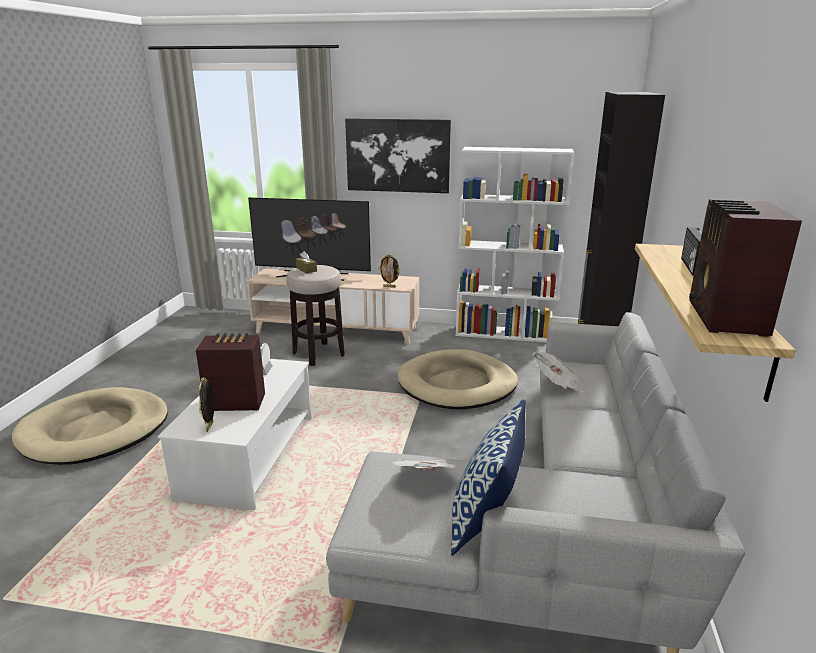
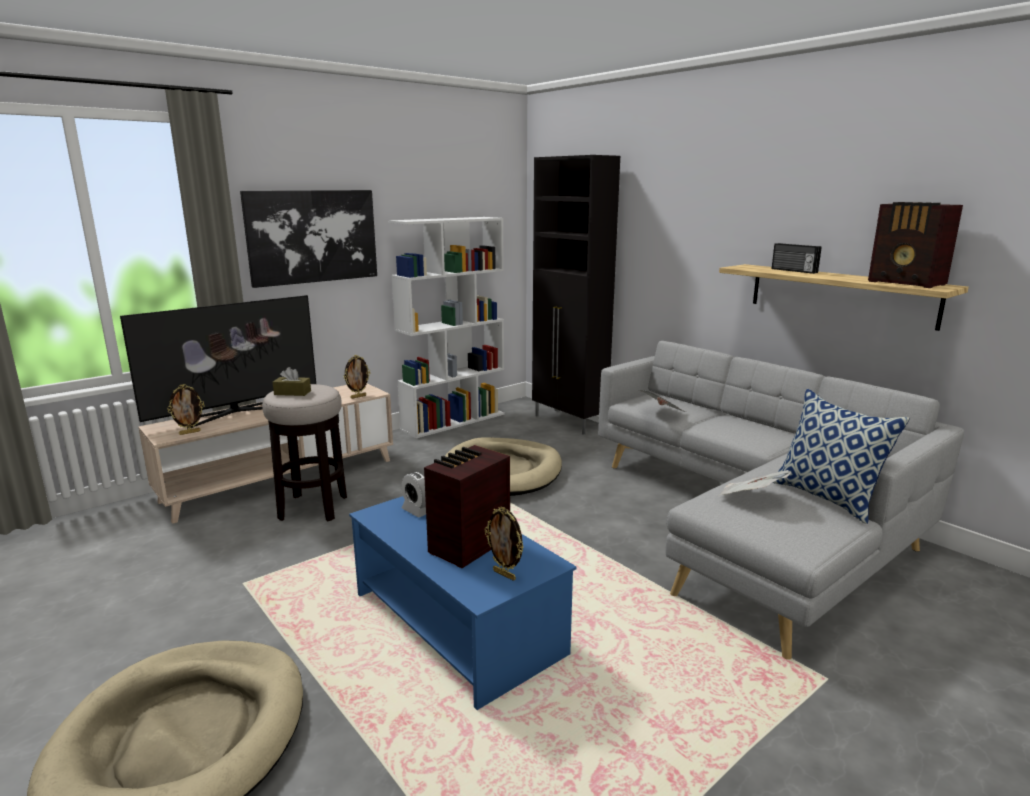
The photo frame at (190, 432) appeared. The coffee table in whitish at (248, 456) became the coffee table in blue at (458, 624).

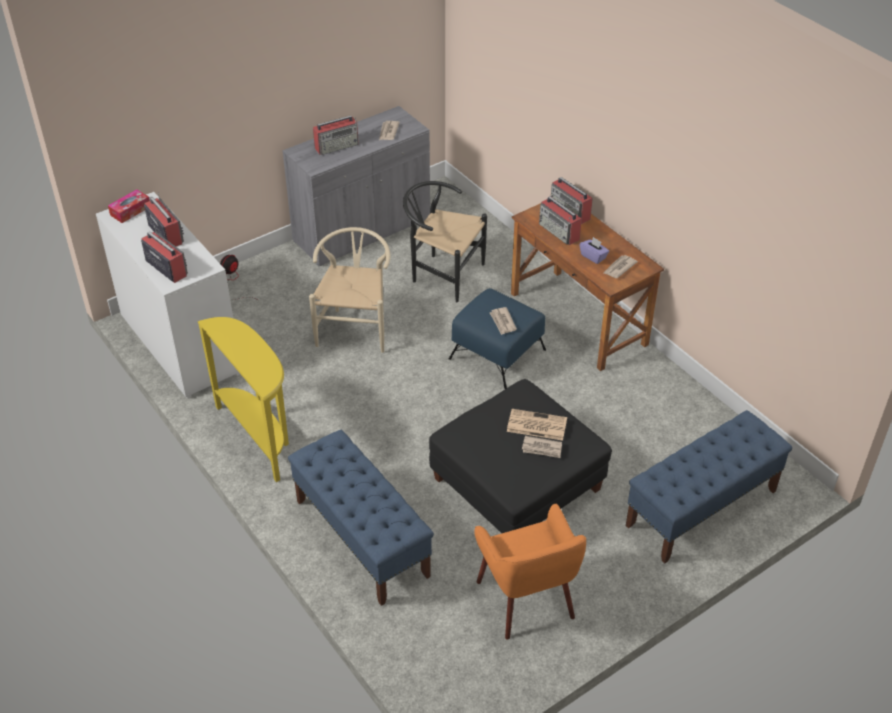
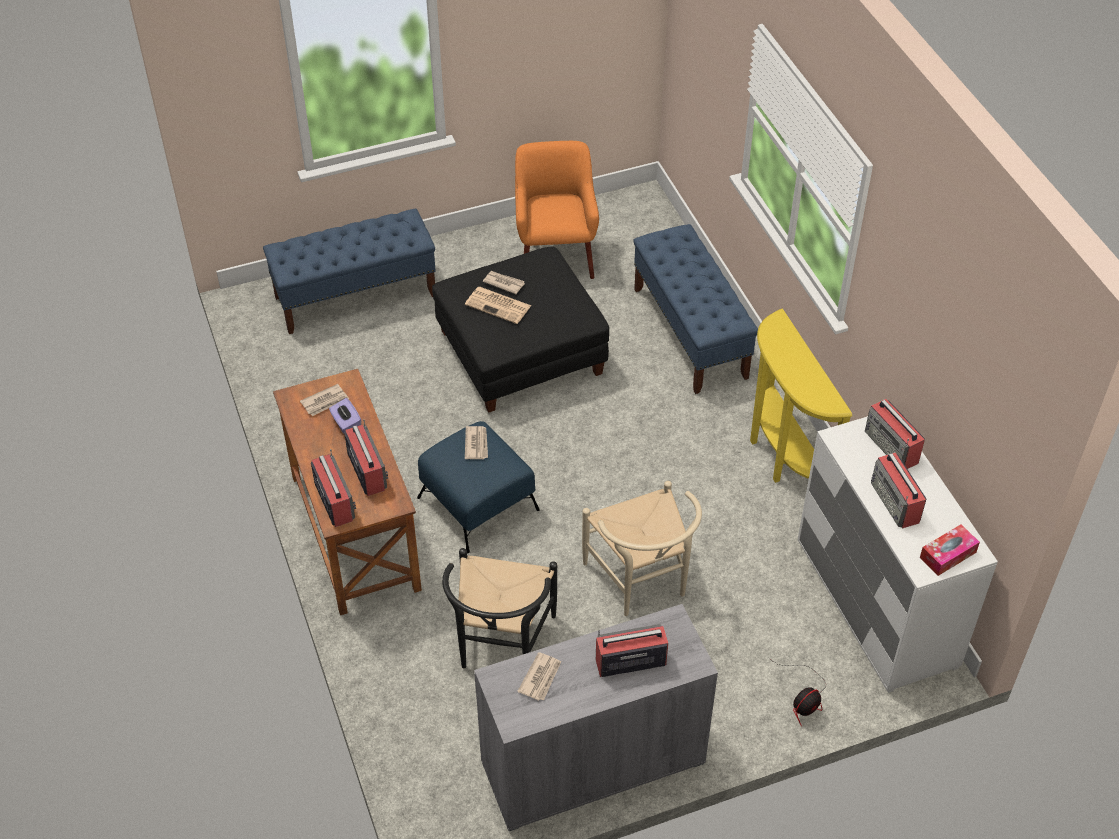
The plain chair in beige-coloured at (355, 326) turned 45 degrees counterclockwise. The plain chair in blackish at (442, 274) turned 60 degrees clockwise.

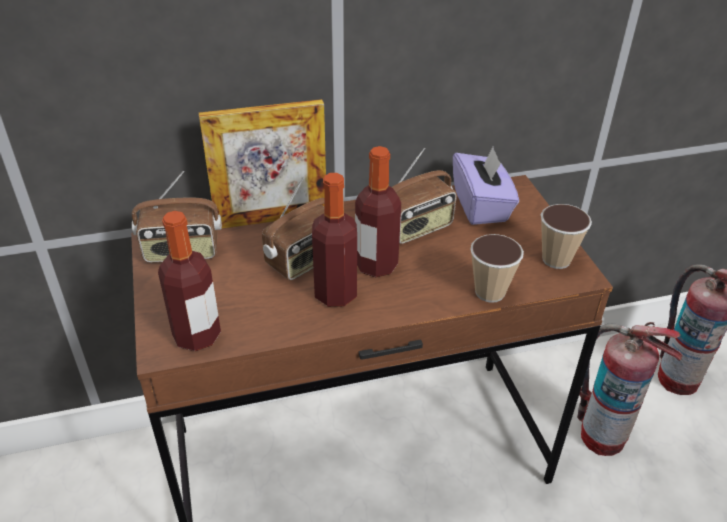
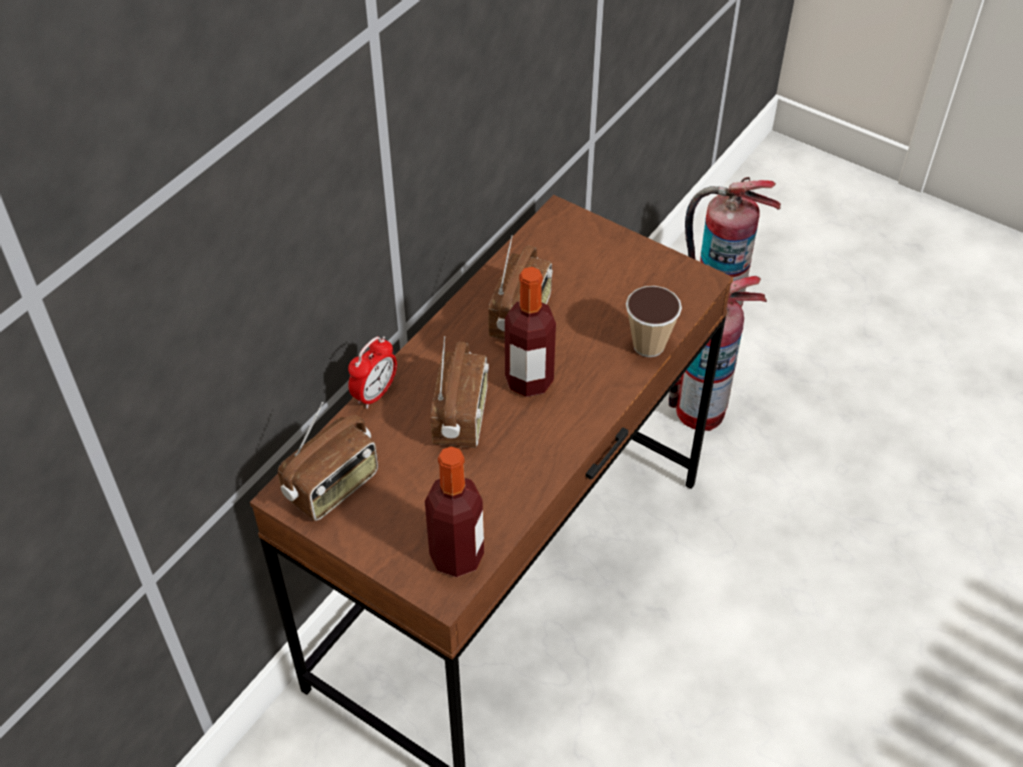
The drink bottle at (335, 294) disappeared. The tissue holder in purplish at (481, 206) disappeared. The small cup at (556, 259) disappeared. The photo frame at (271, 219) was replaced by the bedside clock at (375, 394).

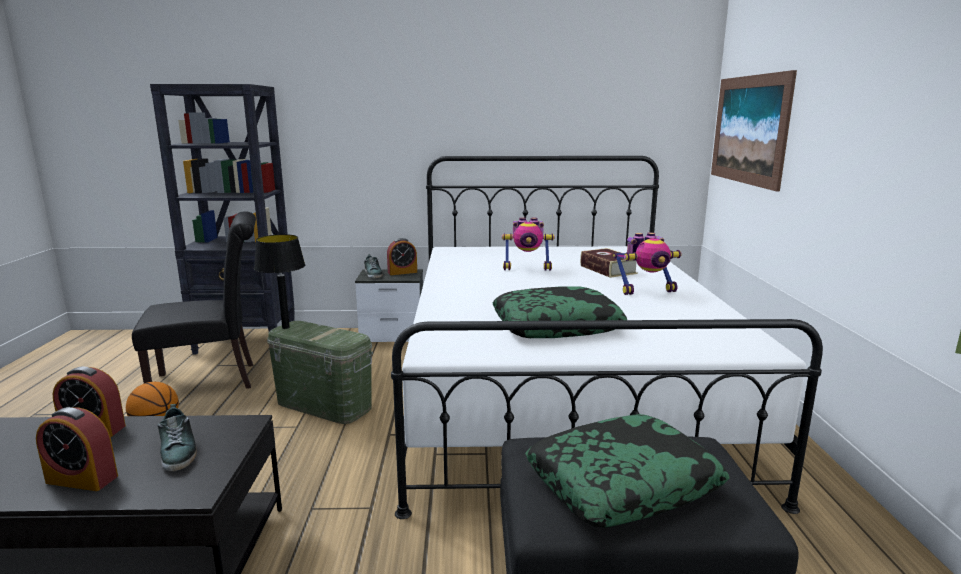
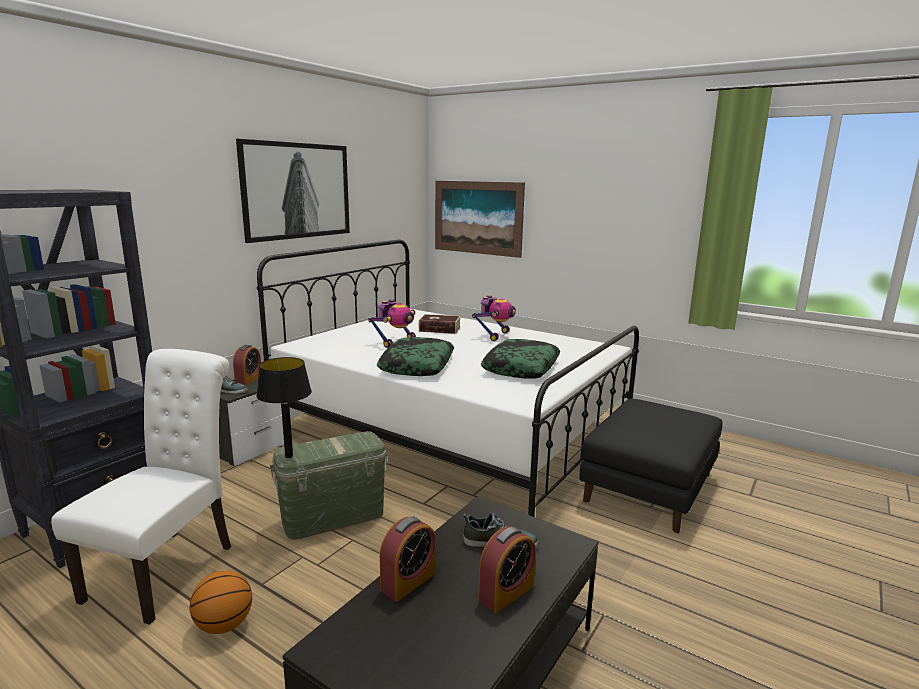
The wall picture at (298, 191) appeared. The pillow moved from (622, 483) to (417, 365). The plain chair in blackish at (212, 380) became the plain chair in whitish at (168, 567).

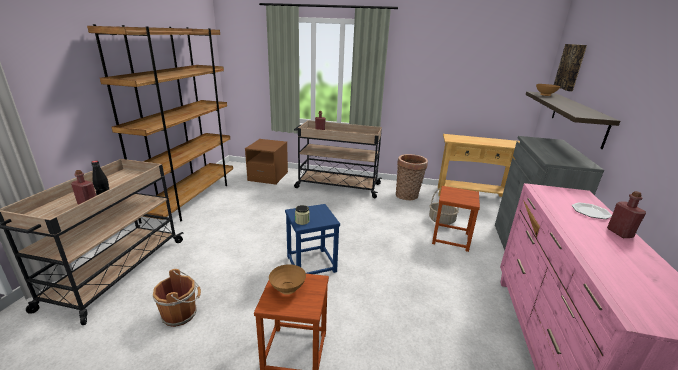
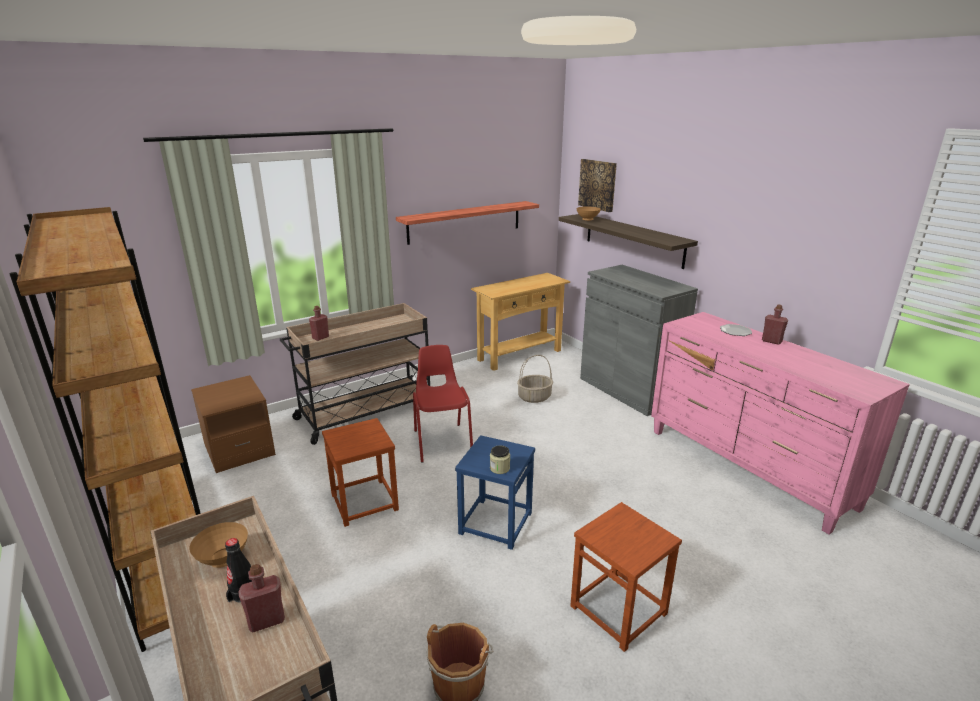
The storage basket at (408, 196) disappeared. The shelf at (465, 222) appeared. The plain chair in red-coloured at (442, 442) appeared. The bowl in brown-coloured moved from (287, 290) to (223, 560). The sitting stool in brown-coloured moved from (451, 238) to (365, 502).

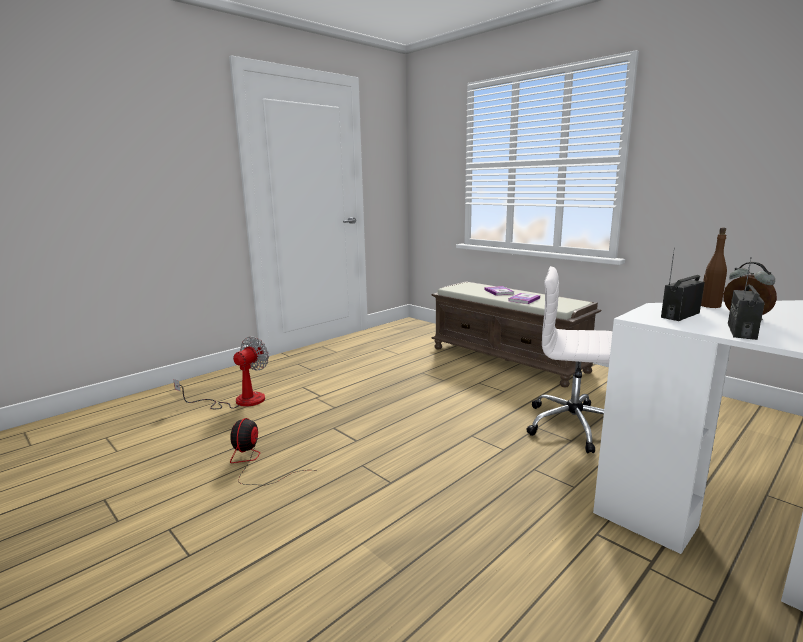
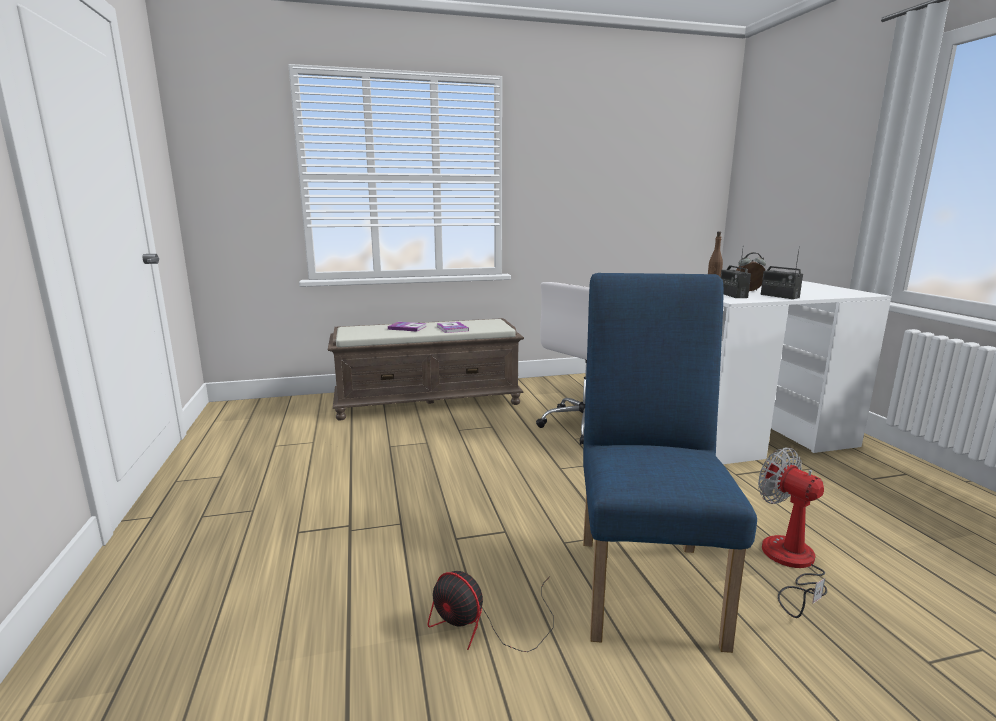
The plain chair in blue at (646, 579) appeared. The cooling fan moved from (238, 401) to (790, 564).

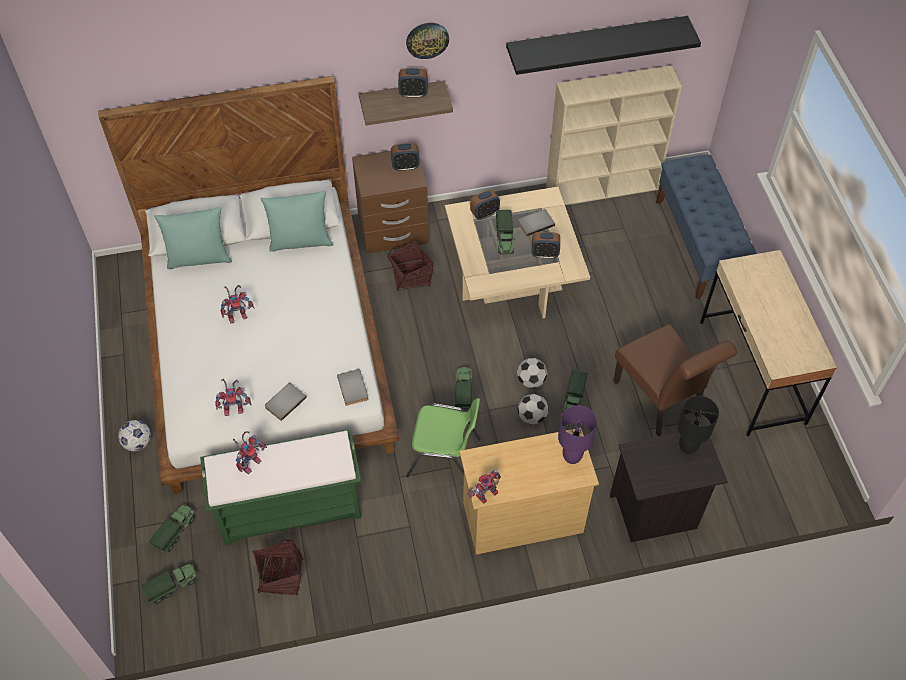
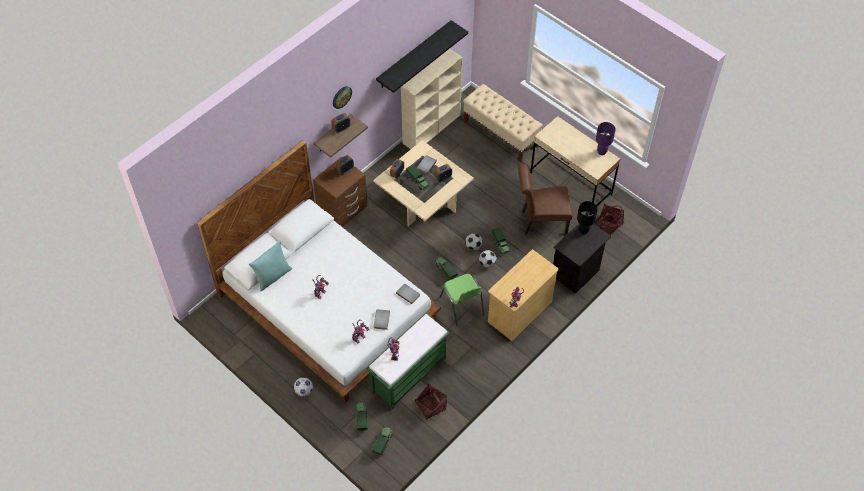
The pillow in blue-green at (300, 241) disappeared. The storage basket moved from (411, 276) to (608, 224). The lamp for a table in purplish moved from (572, 456) to (601, 151). The bench in blue at (698, 245) became the bench in beige-coloured at (501, 134). The plain chair in greenish at (445, 457) turned 90 degrees clockwise. The plain chair in brown-coloured at (660, 402) turned 150 degrees clockwise.

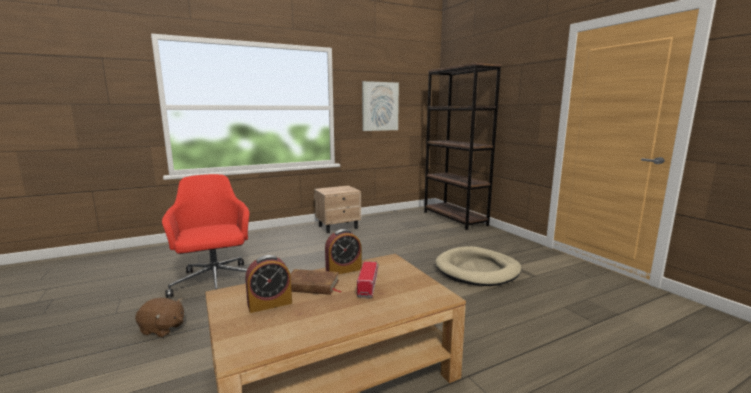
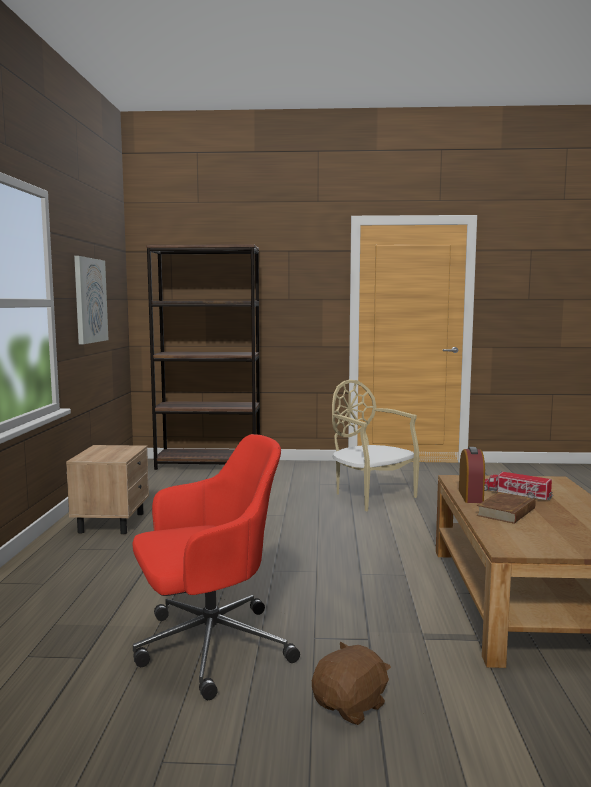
The bedside clock at (270, 304) disappeared. The dog bed in beige-coloured at (477, 270) was replaced by the plain chair in beige-coloured at (371, 496). The office chair in red-coloured at (215, 282) turned 150 degrees clockwise.

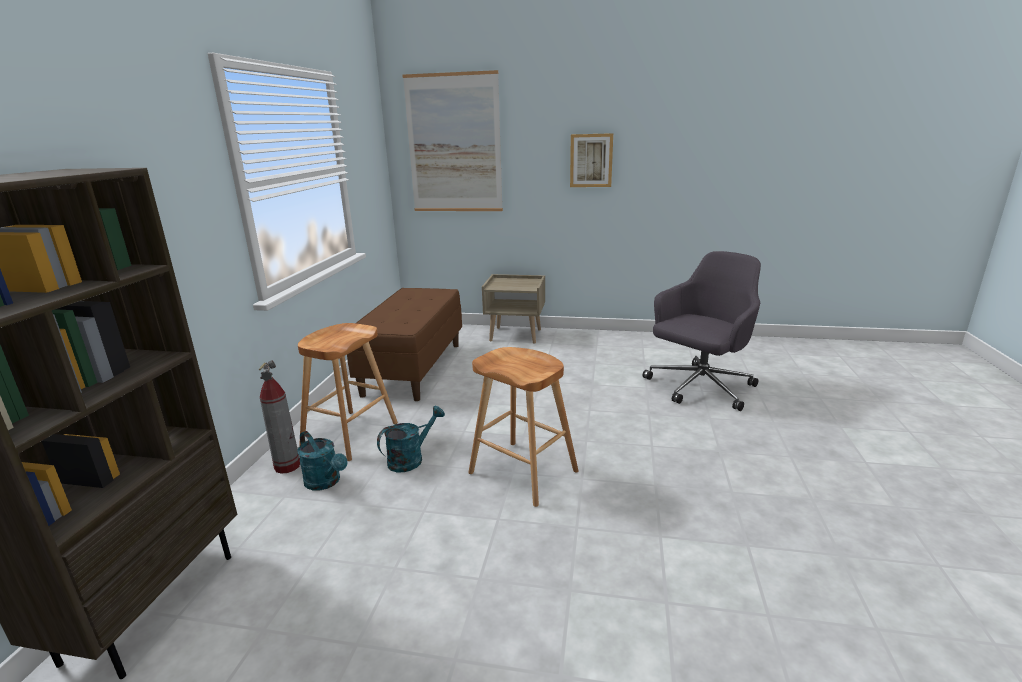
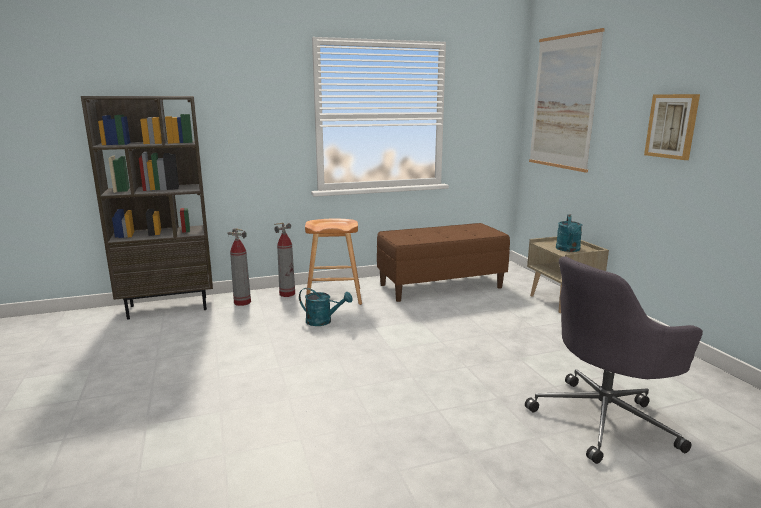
The sitting stool in brown-coloured at (522, 472) disappeared. The fire-fighting cylinder at (242, 302) appeared. The watering can in blue-green moved from (326, 482) to (568, 250). The office chair in greyish at (699, 387) turned 135 degrees clockwise.

